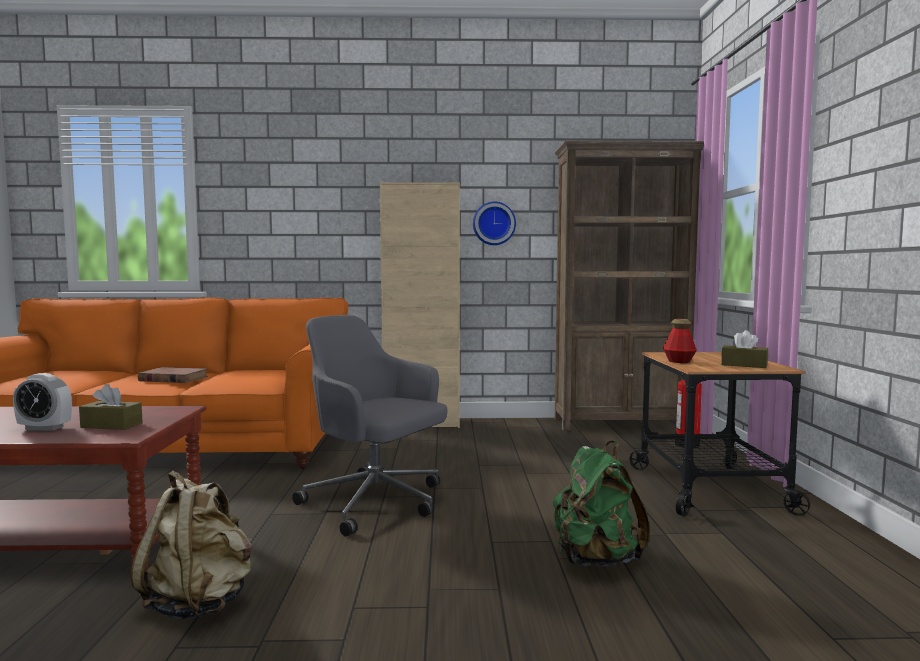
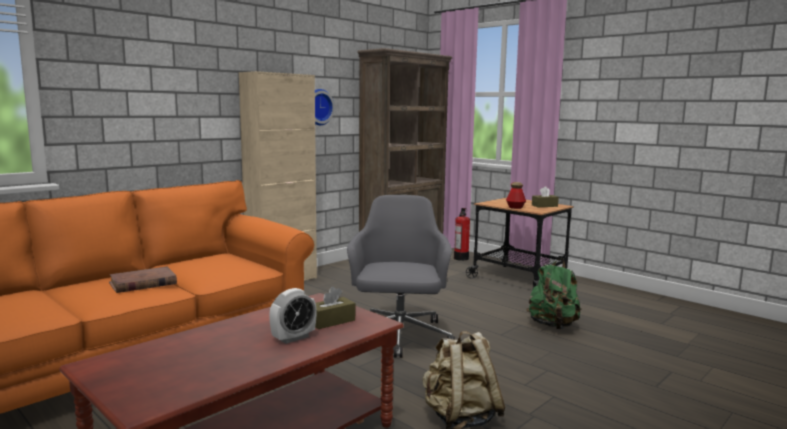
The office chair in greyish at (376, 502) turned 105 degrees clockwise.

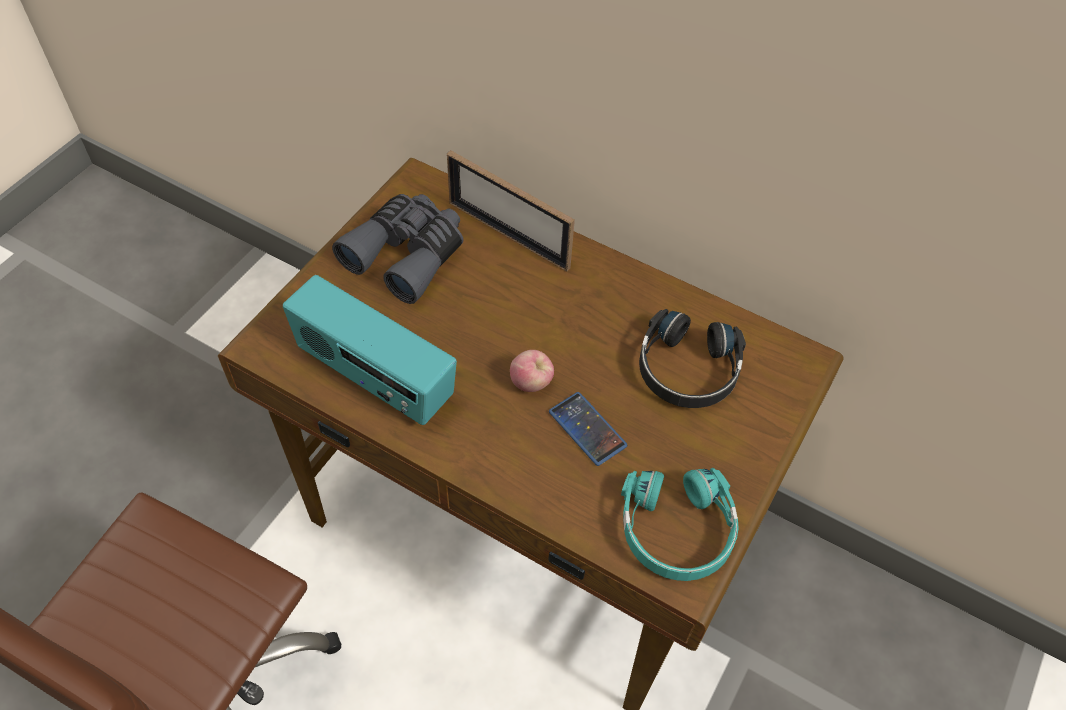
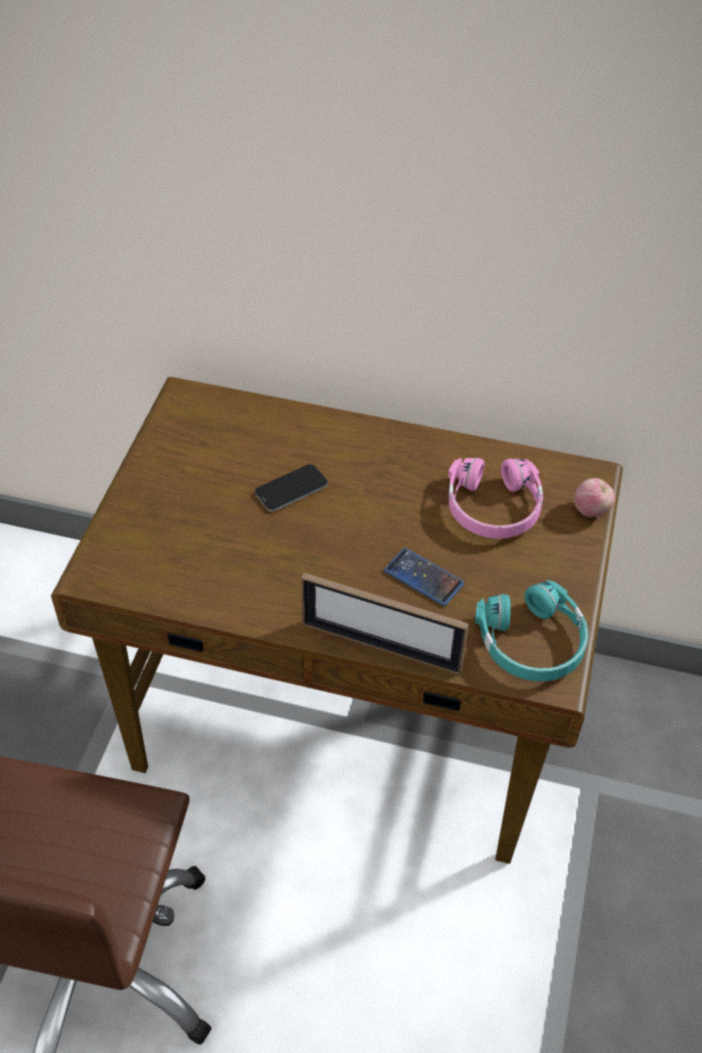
The radio at (374, 378) disappeared. The field glasses in greyish at (407, 254) disappeared. The phone at (291, 489) appeared. The photo frame moved from (508, 234) to (381, 646). The apple moved from (531, 383) to (591, 510). The headphones in blackish at (687, 370) became the headphones in pink at (493, 508).

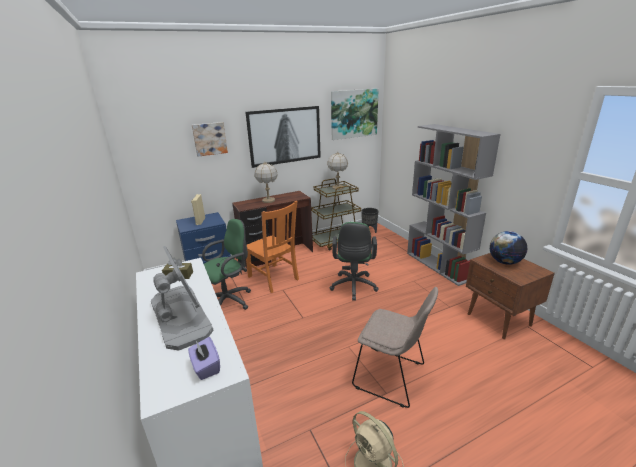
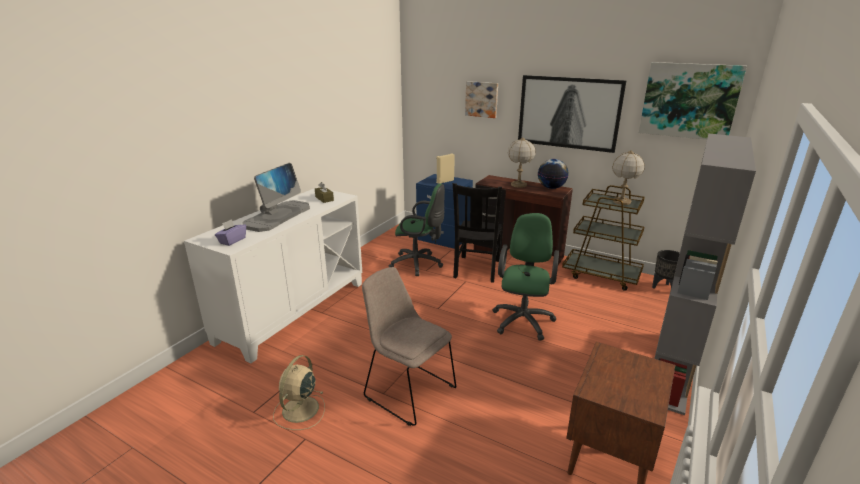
The desk globe moved from (504, 262) to (551, 188). The plain chair in orangey at (274, 279) became the plain chair in blackish at (476, 270). The office chair in greenish at (353, 288) turned 135 degrees clockwise. The plain chair in beige-coloured at (392, 377) turned 135 degrees clockwise.

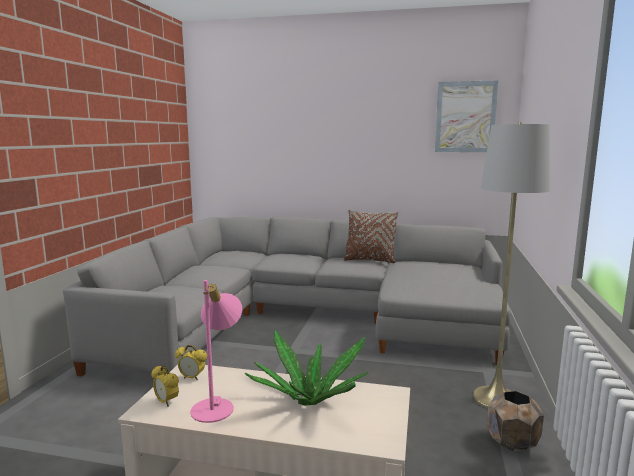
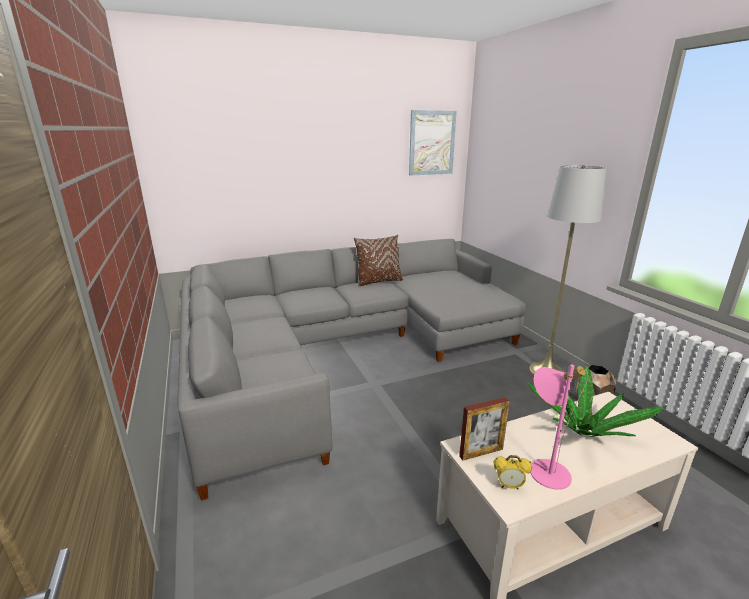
The bedside clock at (192, 378) was replaced by the photo frame at (481, 452).

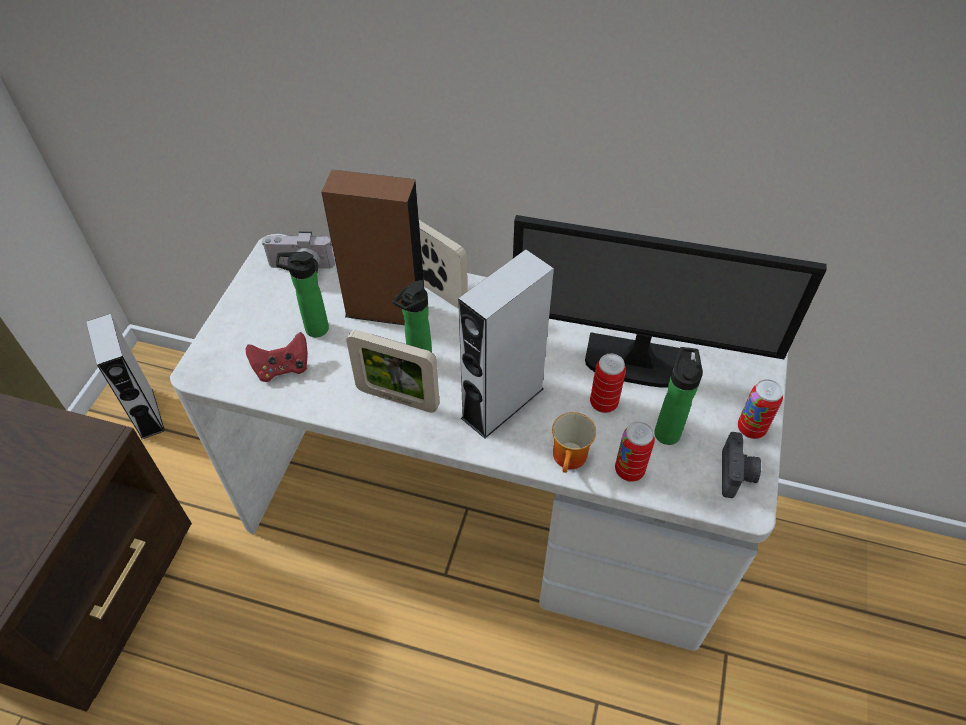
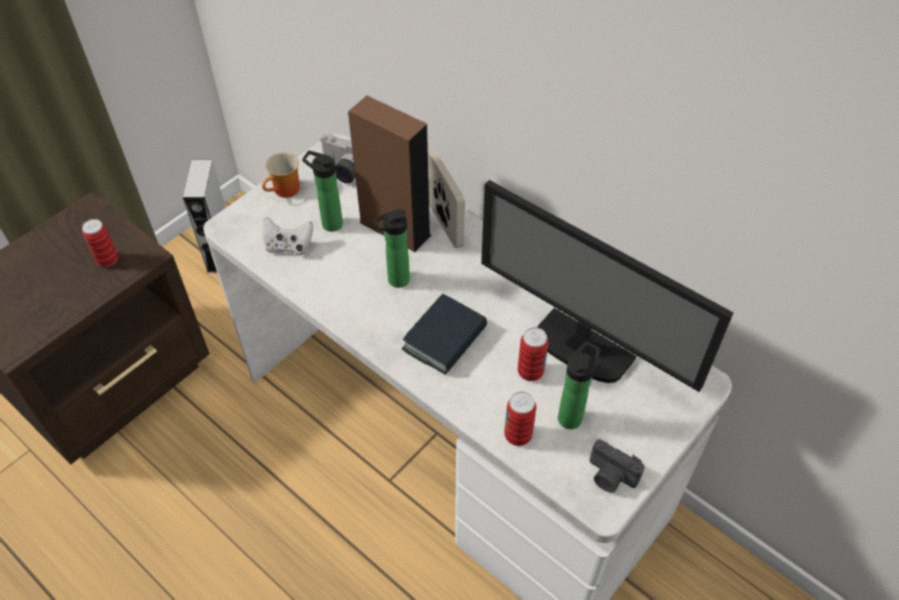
The photo frame at (397, 398) disappeared. The tea mug moved from (571, 459) to (286, 191). The sealed can moved from (751, 428) to (107, 260). The audio speaker in greyish at (502, 403) was replaced by the volume at (445, 339). The game controller in red-coloured at (282, 368) became the game controller in whitish at (289, 246). The photo camera at (736, 474) turned 90 degrees clockwise.

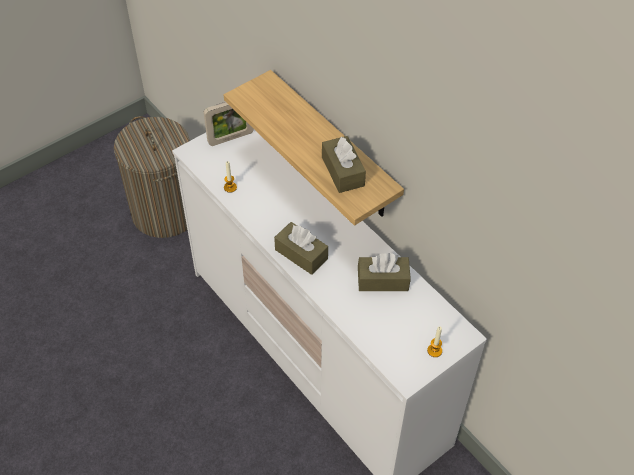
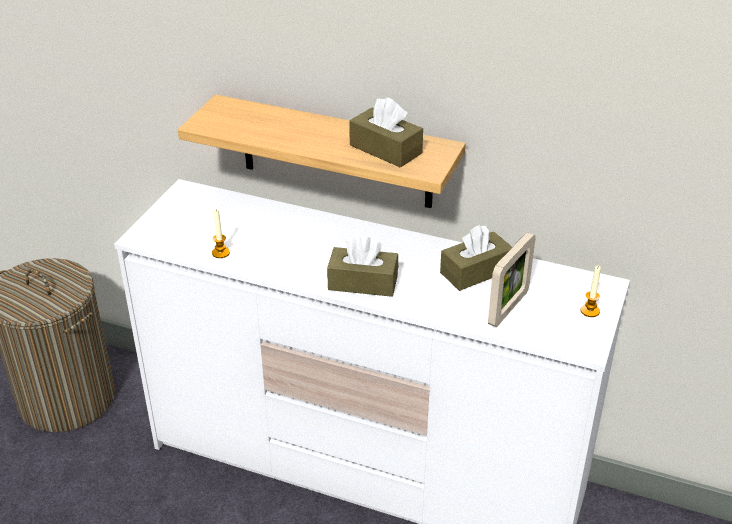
The photo frame moved from (231, 138) to (508, 308).

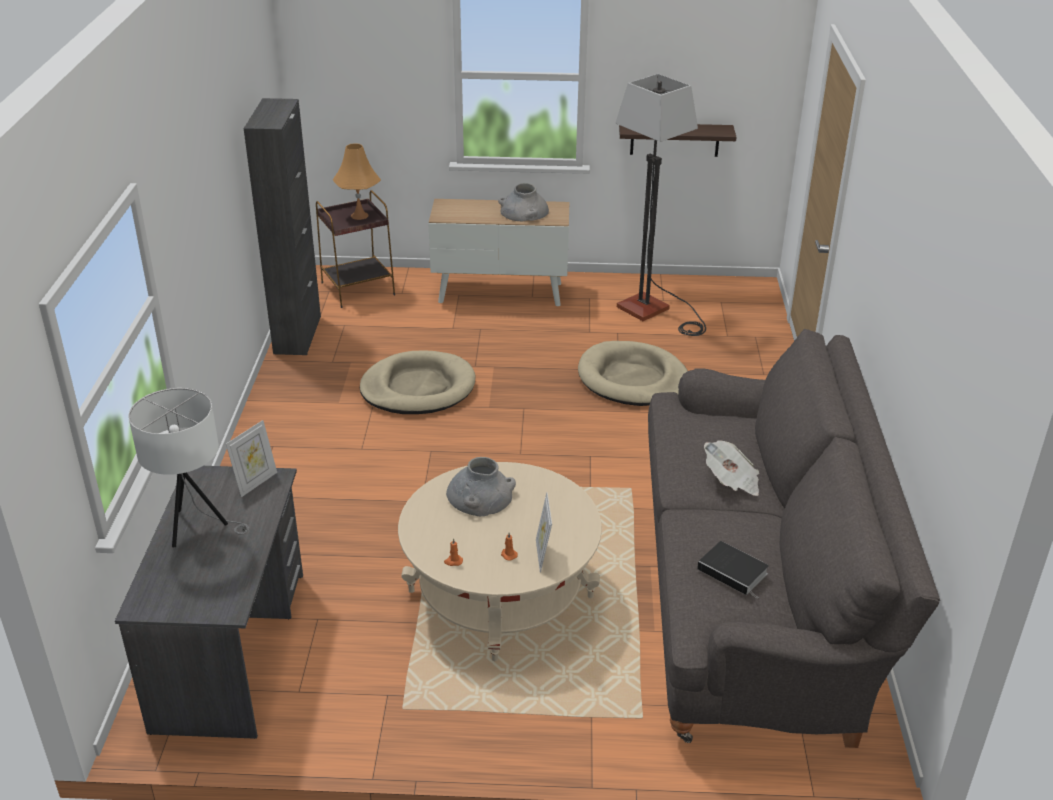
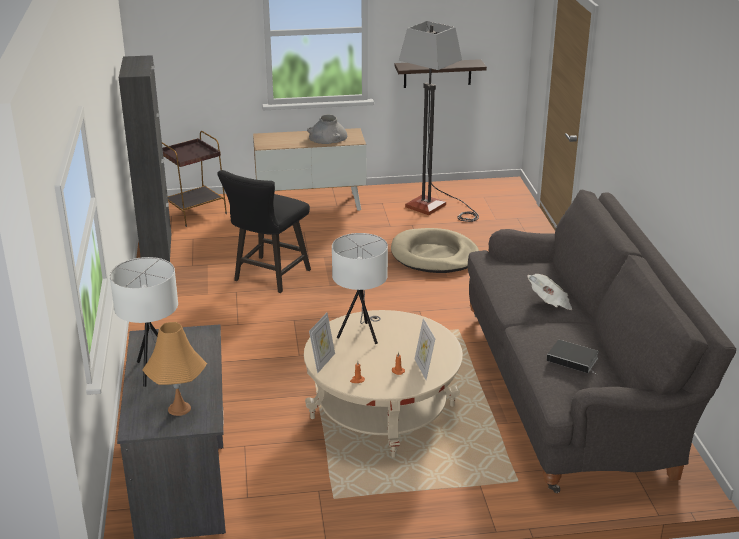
The photo frame moved from (255, 482) to (322, 362). The lamp for a table in orangey moved from (359, 215) to (179, 408). The dog bed in beige-coloured at (418, 388) was replaced by the sitting stool in blackish at (268, 277). The decorative vase in greyish at (480, 495) was replaced by the lamp for a table in whitish at (361, 334).

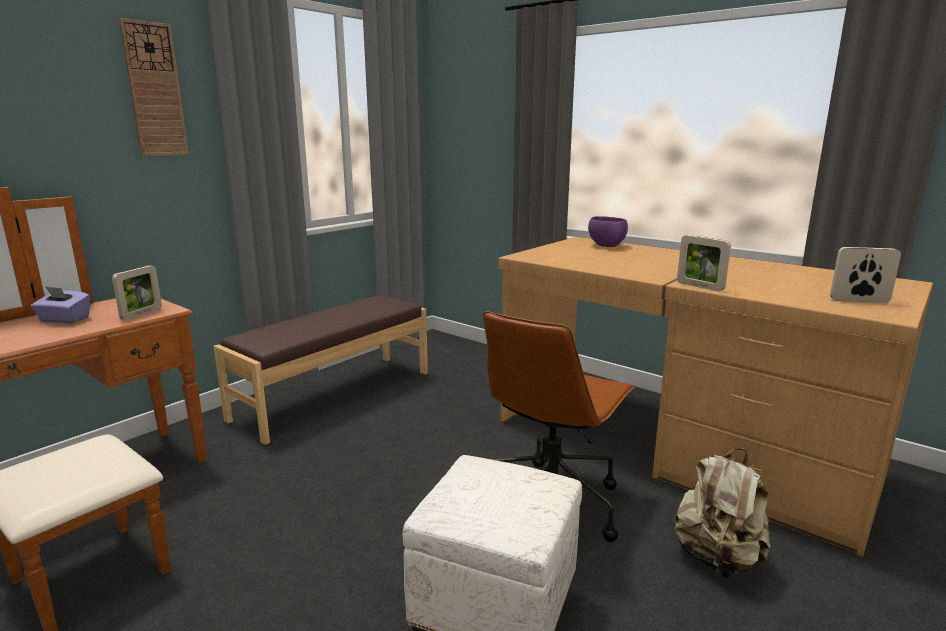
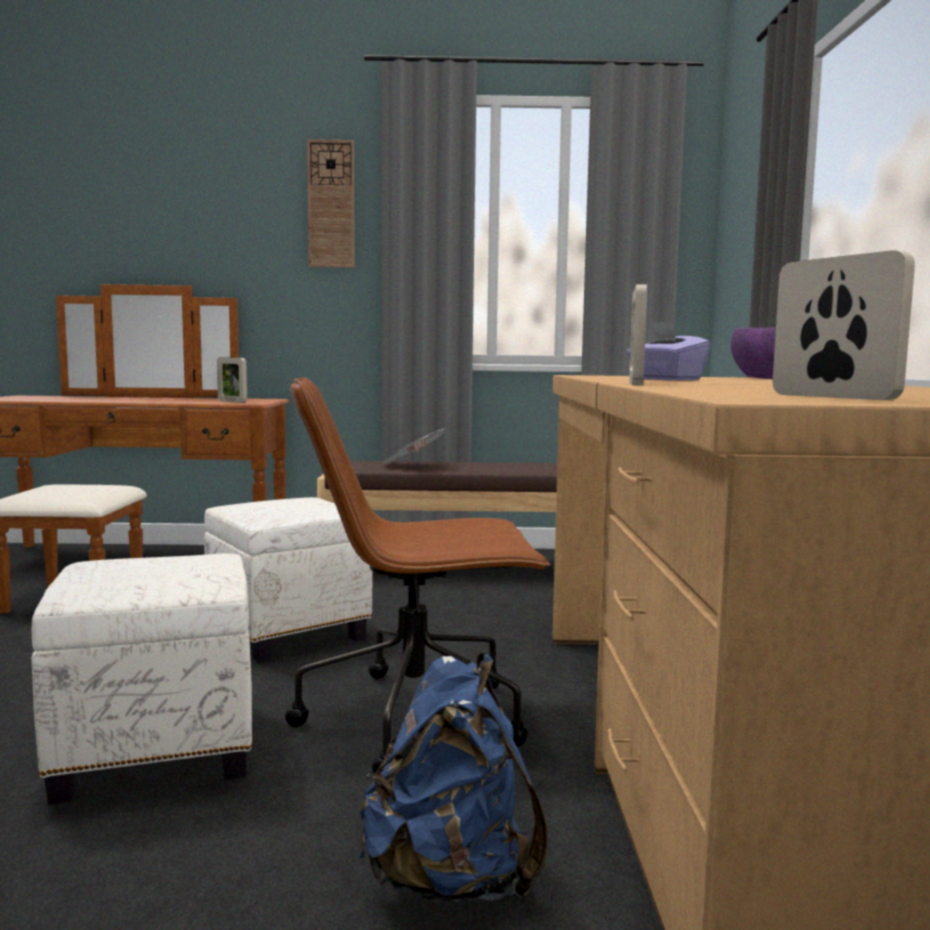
The ottoman in whitish at (286, 632) appeared. The daily paper at (412, 466) appeared. The tissue holder in purplish moved from (64, 320) to (665, 379). The backpack in beige-coloured at (717, 558) became the backpack in blue at (451, 878). The photo frame at (141, 314) turned 60 degrees clockwise.

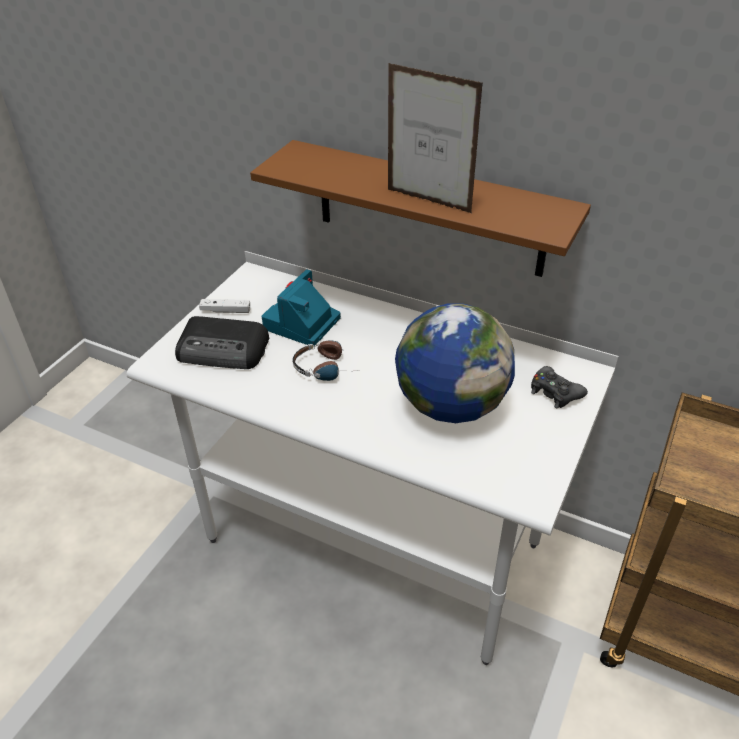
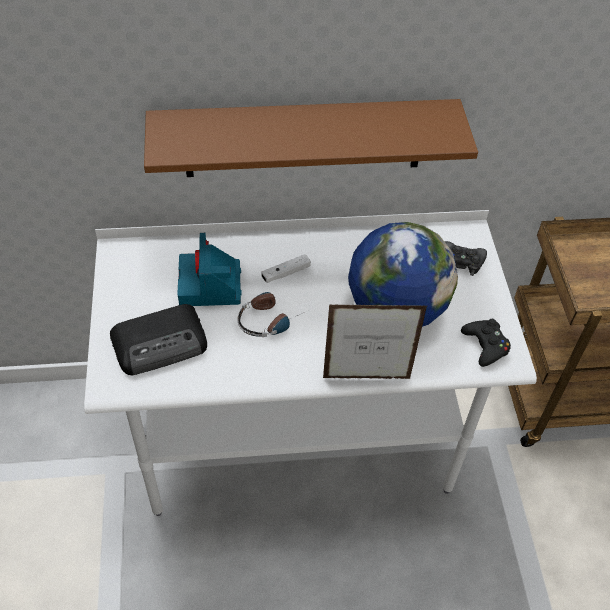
The game controller in blackish at (485, 345) appeared. The game controller in whitish moved from (225, 311) to (286, 273). The photo frame moved from (428, 201) to (366, 378).

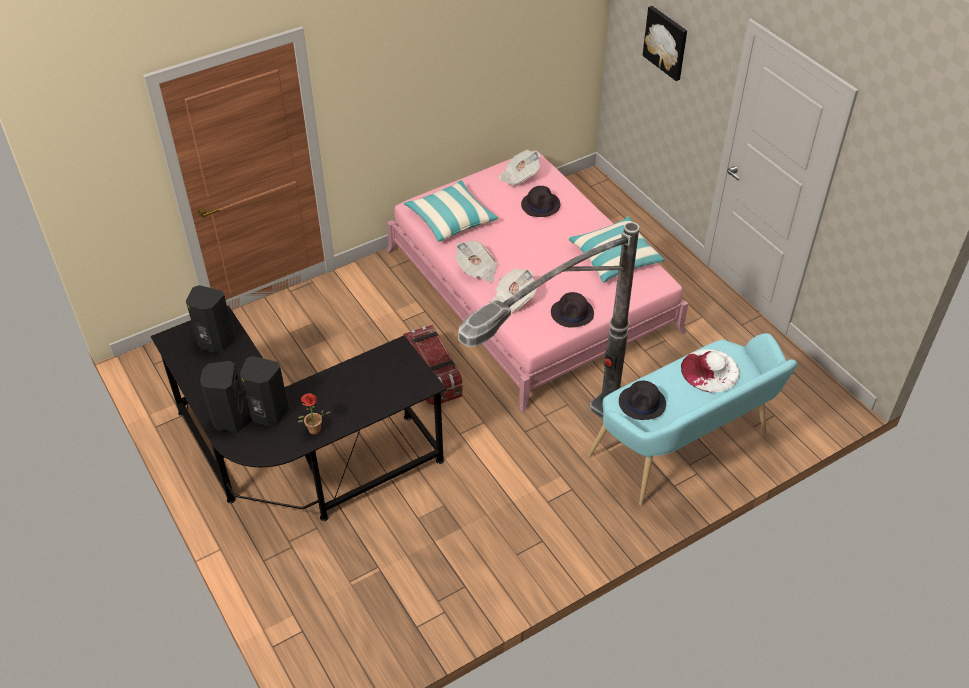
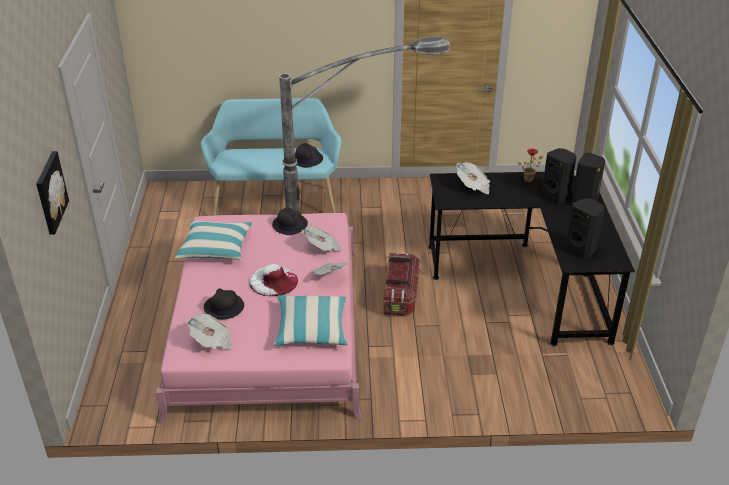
The daily paper at (473, 186) appeared. The wearable hat in whitish moved from (710, 370) to (273, 281).

